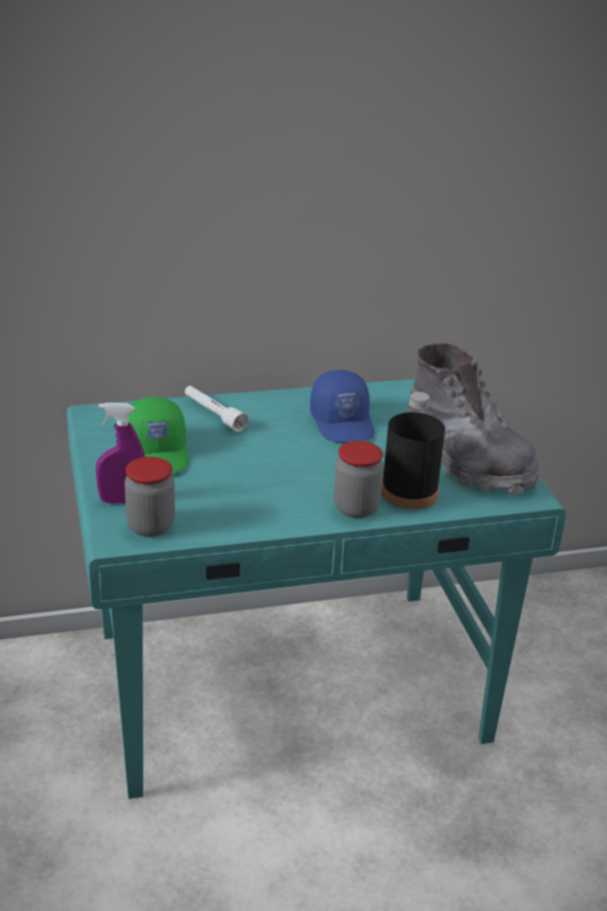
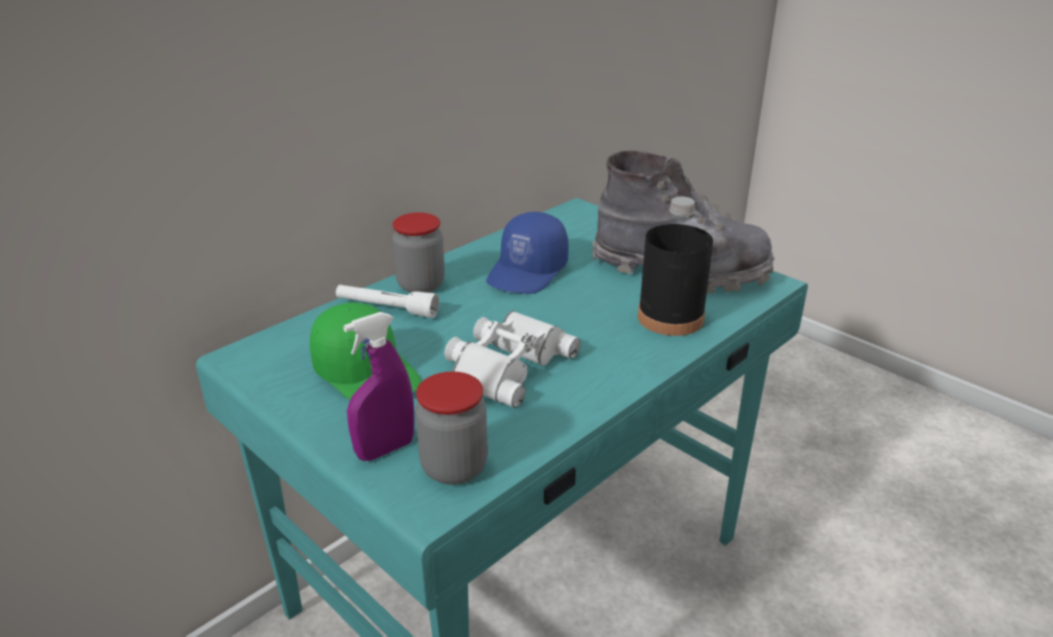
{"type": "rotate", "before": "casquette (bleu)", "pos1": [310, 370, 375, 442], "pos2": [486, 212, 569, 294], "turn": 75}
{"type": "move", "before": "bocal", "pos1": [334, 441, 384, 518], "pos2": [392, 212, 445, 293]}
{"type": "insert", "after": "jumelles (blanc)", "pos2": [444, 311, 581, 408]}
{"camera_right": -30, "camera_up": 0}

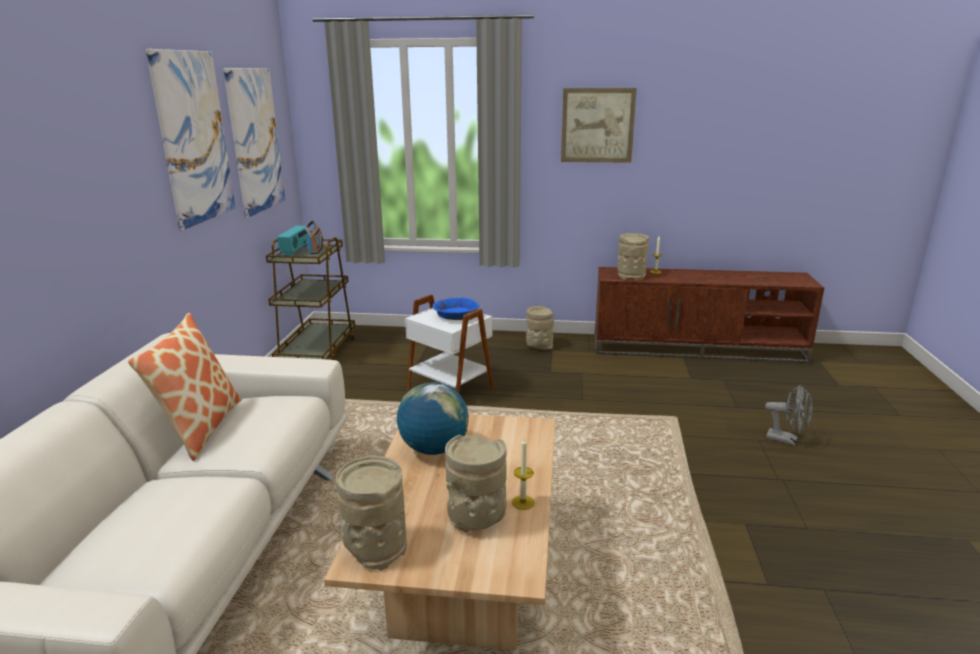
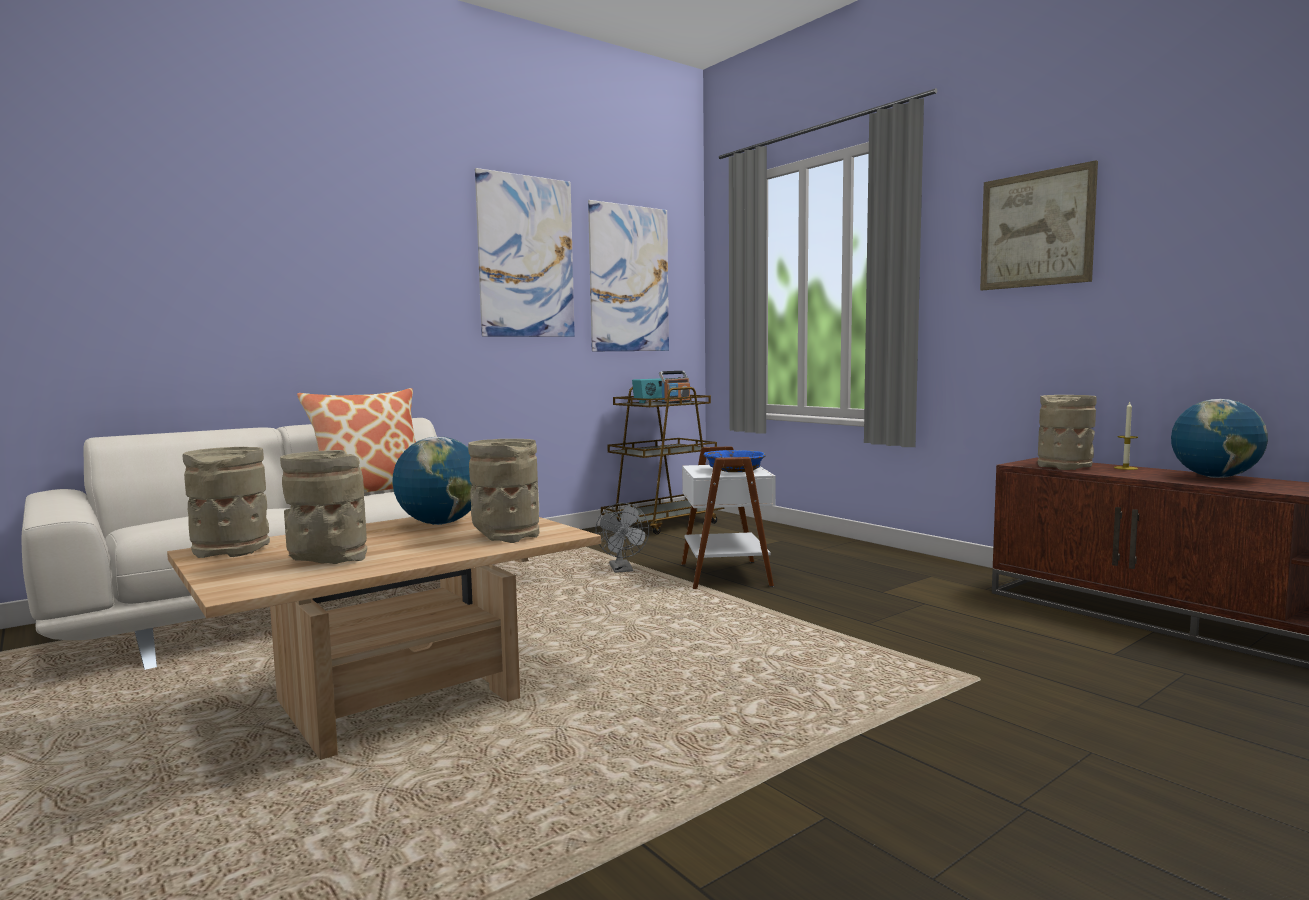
{"type": "move", "before": "vase (beige)", "pos1": [526, 306, 554, 350], "pos2": [468, 439, 539, 543]}
{"type": "move", "before": "ventilateur (gris)", "pos1": [765, 385, 813, 446], "pos2": [595, 503, 649, 573]}
{"type": "delete", "before": "bougie", "pos1": [512, 438, 535, 510]}
{"type": "insert", "after": "globe", "pos2": [1171, 399, 1268, 478]}
{"camera_right": 45, "camera_up": -15}

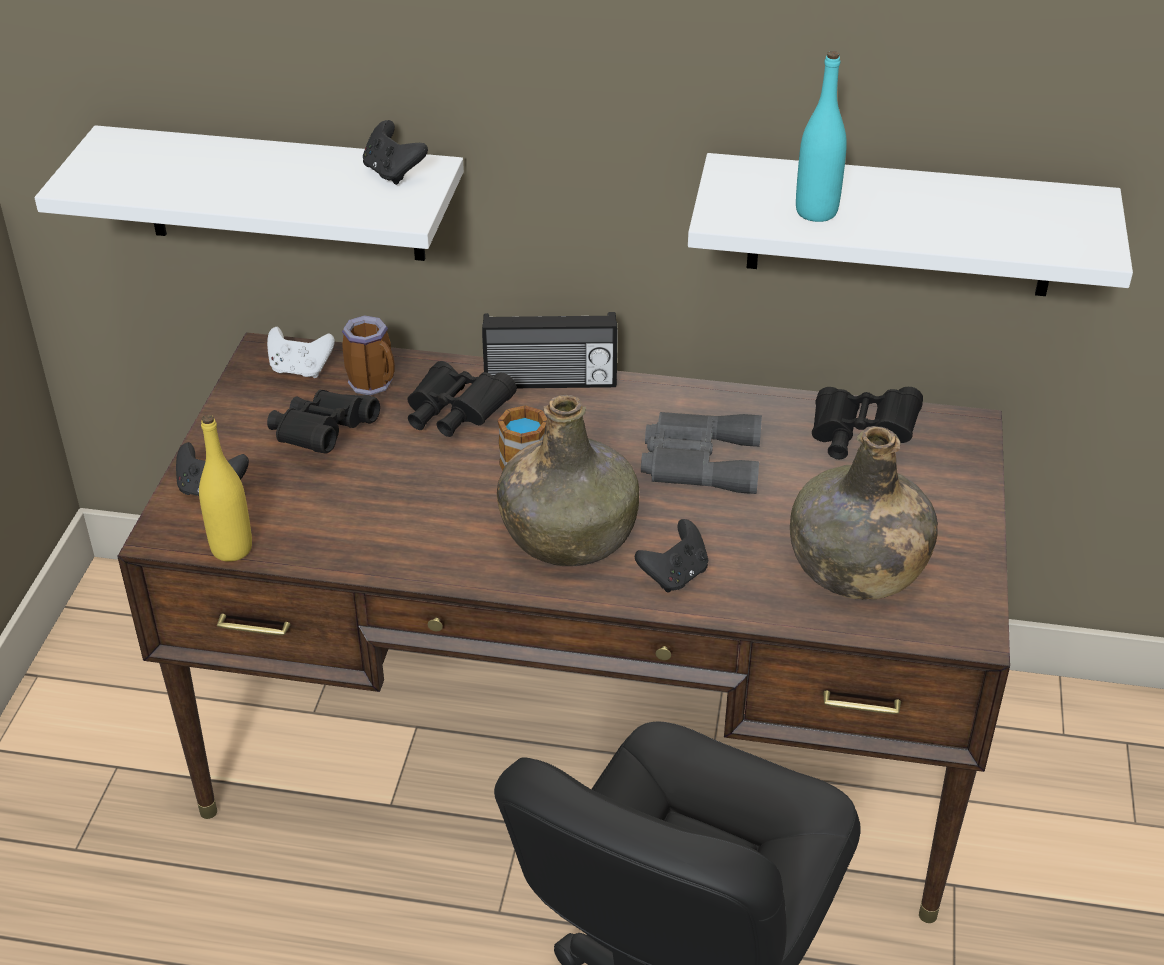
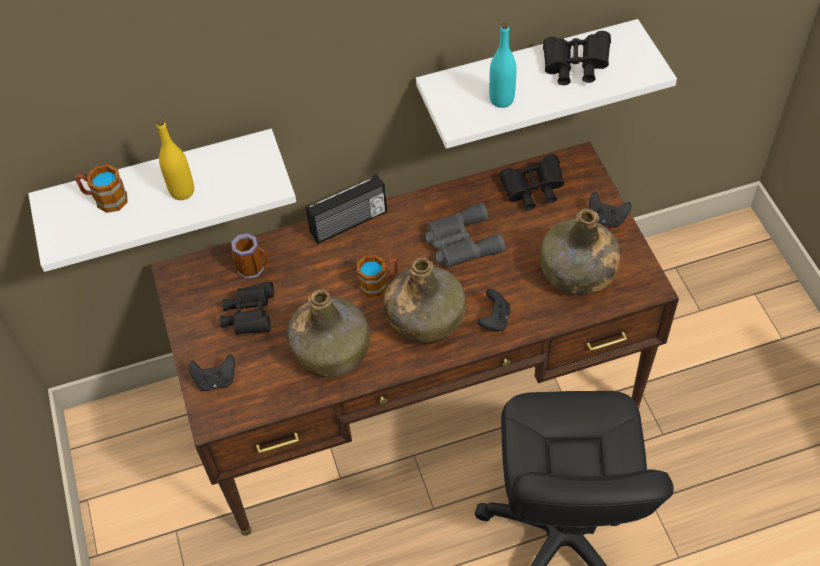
{"type": "move", "before": "manette (noir)", "pos1": [363, 120, 428, 185], "pos2": [589, 192, 632, 228]}
{"type": "delete", "before": "manette (blanc)", "pos1": [267, 327, 335, 378]}
{"type": "move", "before": "jumelles (noir)", "pos1": [407, 361, 517, 437], "pos2": [543, 31, 611, 85]}
{"type": "move", "before": "bouteille (jaune)", "pos1": [199, 415, 252, 562], "pos2": [157, 119, 194, 200]}
{"type": "insert", "after": "mug", "pos2": [75, 164, 128, 213]}
{"type": "insert", "after": "bouteille (vert)", "pos2": [286, 289, 370, 377]}
{"camera_right": -25, "camera_up": 15}

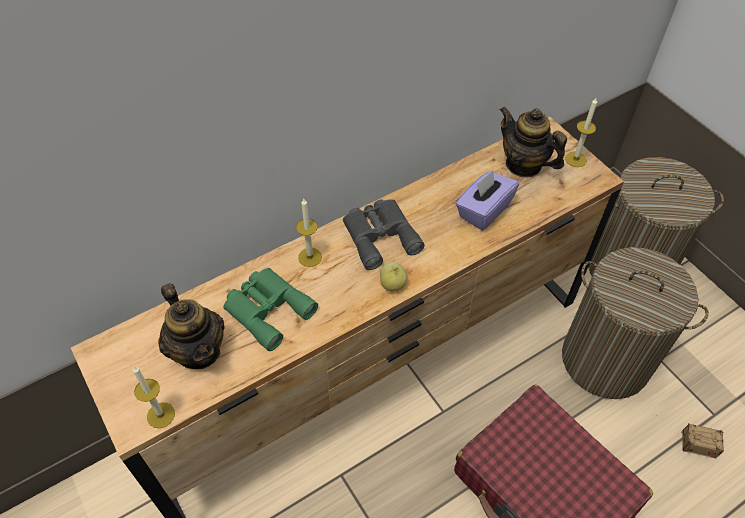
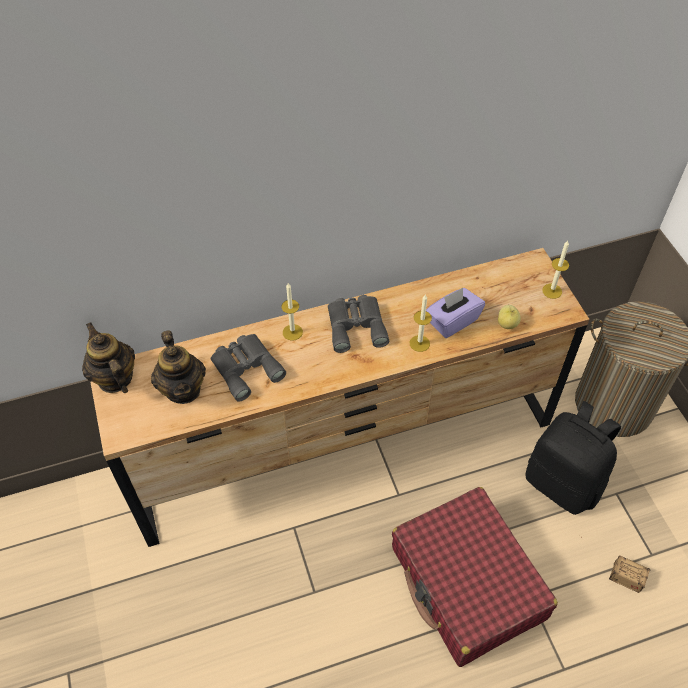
{"type": "move", "before": "théière", "pos1": [500, 106, 567, 178], "pos2": [82, 322, 135, 393]}
{"type": "replace", "before": "panier à linge", "after": "sac à dos (noir)", "pos1": [562, 247, 709, 399], "pos2": [526, 401, 621, 515]}
{"type": "move", "before": "pomme", "pos1": [380, 262, 407, 291], "pos2": [498, 305, 521, 329]}
{"type": "recolor", "before": "jumelles (vert)", "after": "jumelles (gris)", "pos1": [223, 268, 318, 351], "pos2": [211, 334, 286, 402]}
{"type": "move", "before": "bougie", "pos1": [133, 366, 175, 428], "pos2": [410, 294, 432, 352]}
{"camera_right": 15, "camera_up": 0}

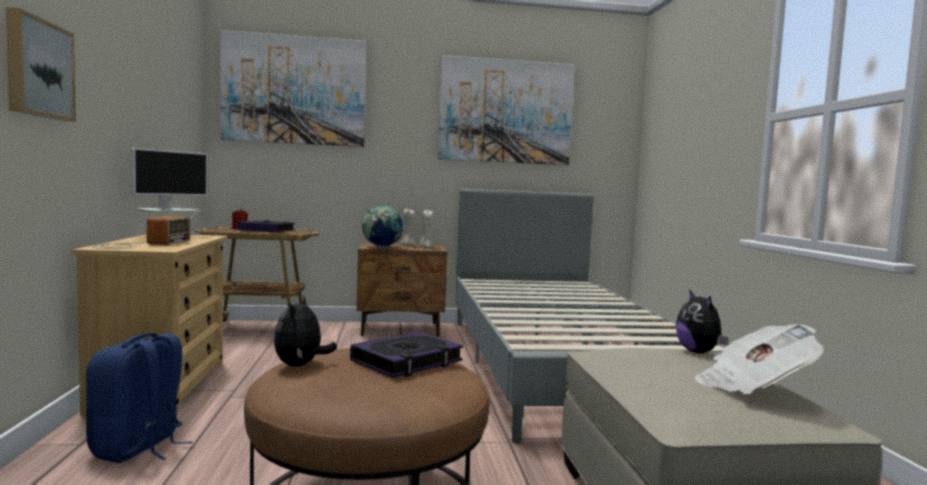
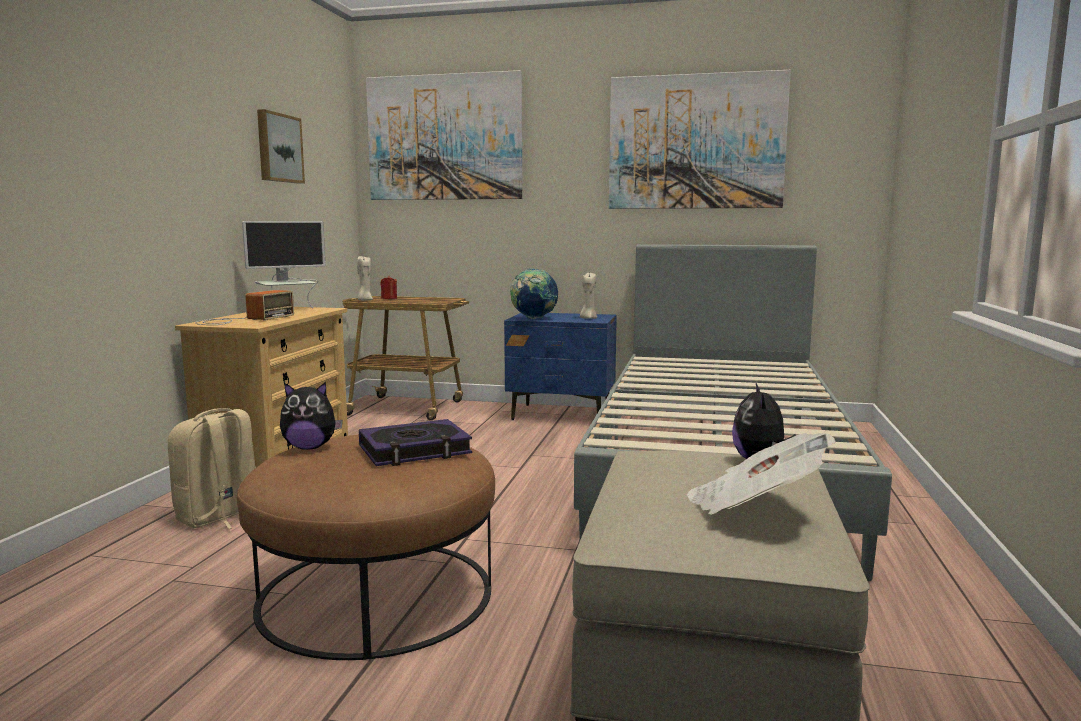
{"type": "move", "before": "tableau", "pos1": [6, 7, 76, 122], "pos2": [257, 109, 305, 184]}
{"type": "move", "before": "bougie (beige)", "pos1": [400, 209, 416, 246], "pos2": [357, 256, 373, 301]}
{"type": "delete", "before": "livre", "pos1": [237, 220, 295, 232]}
{"type": "recolor", "before": "table de chevet (marron)", "after": "table de chevet (bleu)", "pos1": [357, 243, 447, 337], "pos2": [504, 313, 617, 420]}
{"type": "rotate", "before": "peluche", "pos1": [274, 296, 337, 366], "pos2": [280, 382, 343, 450], "turn": -120}
{"type": "recolor", "before": "sac à dos (bleu)", "after": "sac à dos (beige)", "pos1": [86, 333, 193, 463], "pos2": [168, 408, 256, 529]}
{"camera_right": 20, "camera_up": 5}

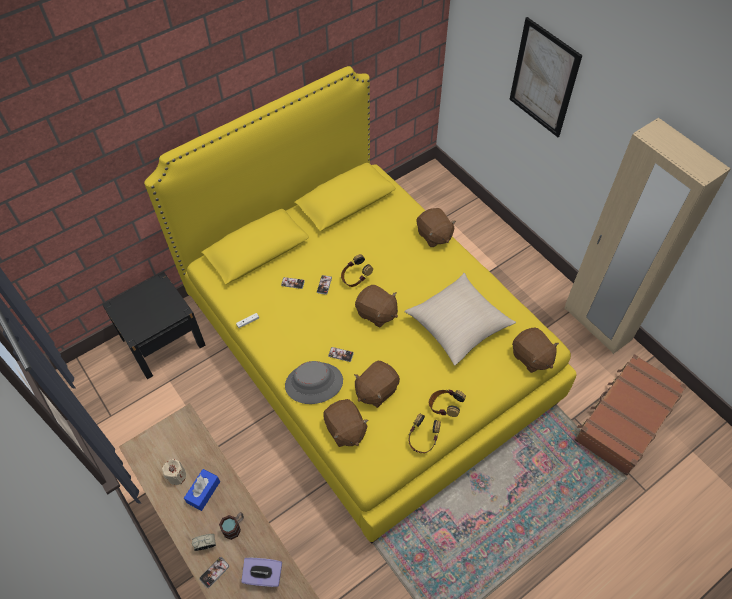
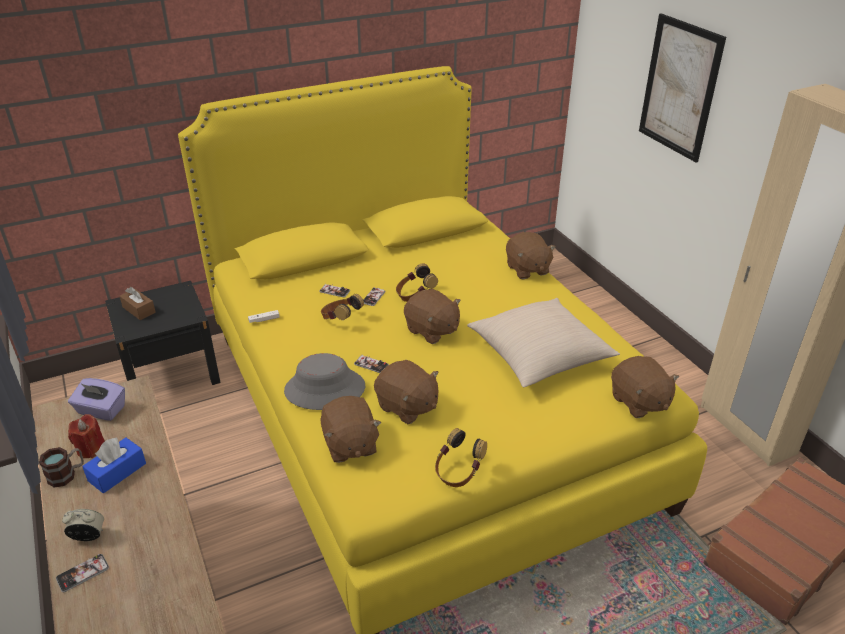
{"type": "rotate", "before": "peluche (marron)", "pos1": [354, 361, 400, 408], "pos2": [374, 360, 439, 424], "turn": -105}
{"type": "move", "before": "casque audio", "pos1": [429, 390, 466, 417], "pos2": [321, 294, 364, 320]}
{"type": "recolor", "before": "bougie (beige)", "after": "bougie (rouge)", "pos1": [162, 459, 186, 485], "pos2": [68, 414, 105, 458]}
{"type": "move", "before": "mug", "pos1": [219, 512, 244, 540], "pos2": [39, 447, 84, 488]}
{"type": "move", "before": "boîte à mouchoirs (violet)", "pos1": [241, 558, 282, 587], "pos2": [68, 378, 125, 421]}
{"type": "insert", "after": "boîte à mouchoirs (marron)", "pos2": [120, 287, 156, 320]}
{"camera_right": 10, "camera_up": -20}

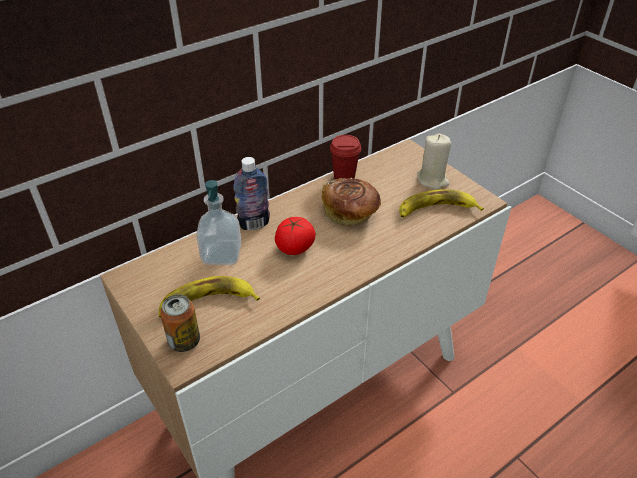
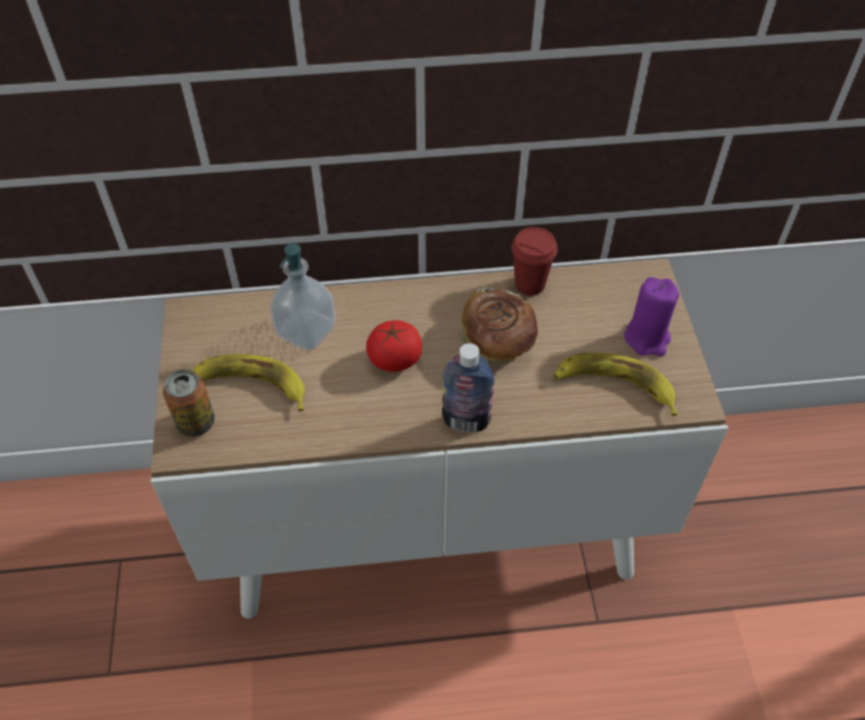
{"type": "recolor", "before": "bougie (beige)", "after": "bougie (violet)", "pos1": [417, 133, 451, 190], "pos2": [624, 277, 679, 356]}
{"type": "move", "before": "bouteille", "pos1": [233, 157, 270, 230], "pos2": [442, 343, 495, 433]}
{"camera_right": 30, "camera_up": 10}

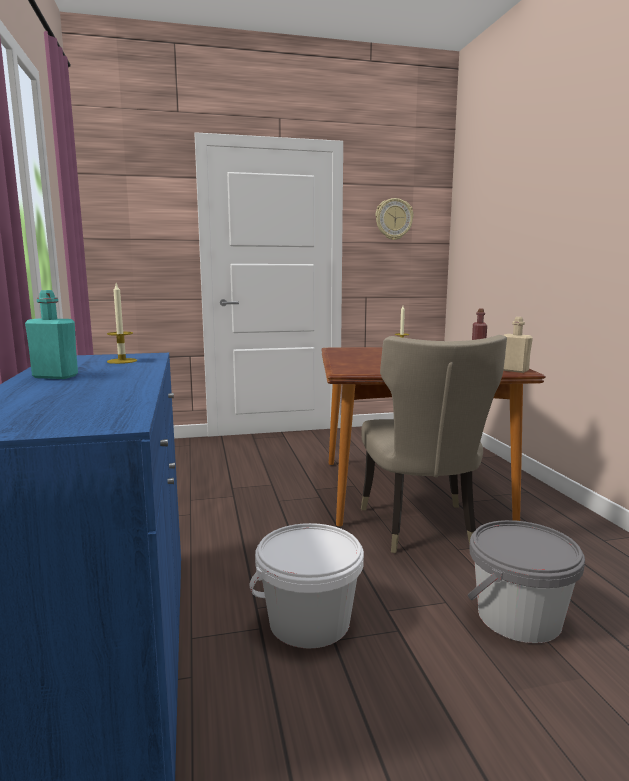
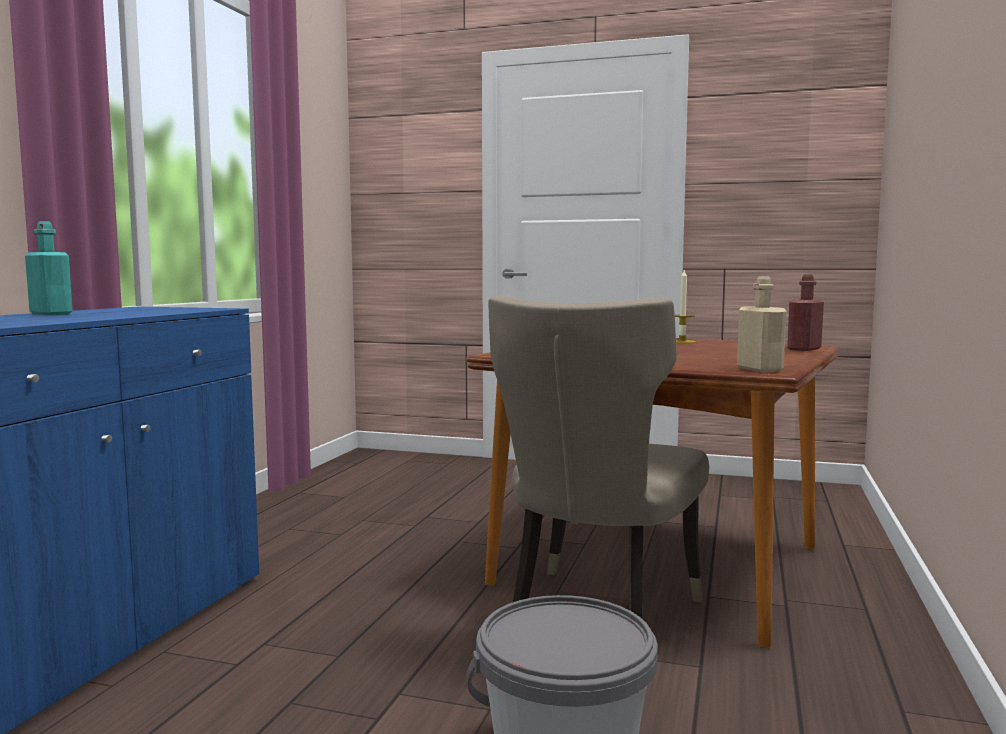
{"type": "delete", "before": "horloge murale", "pos1": [375, 198, 414, 240]}
{"type": "delete", "before": "bougie", "pos1": [107, 284, 137, 364]}
{"type": "delete", "before": "seau (blanc)", "pos1": [250, 523, 364, 649]}
{"camera_right": 30, "camera_up": -5}

